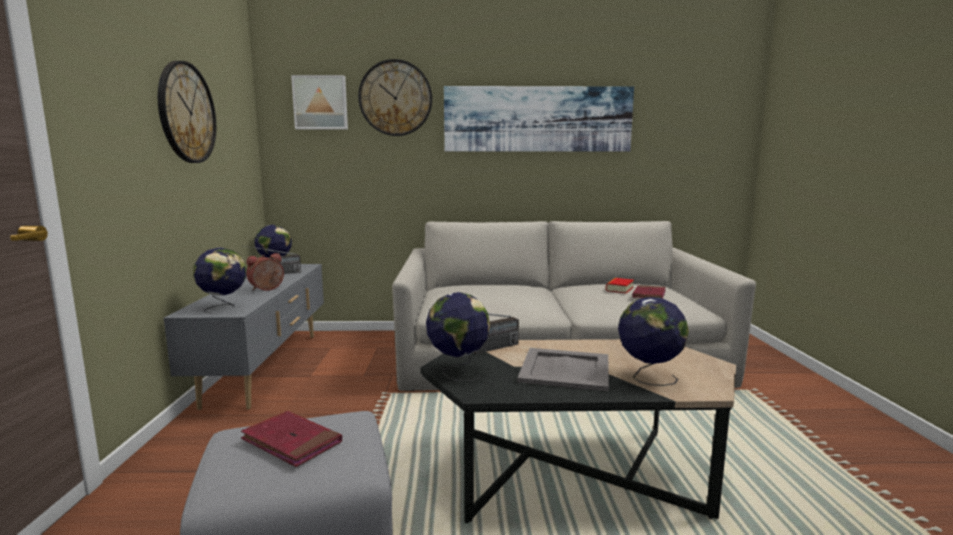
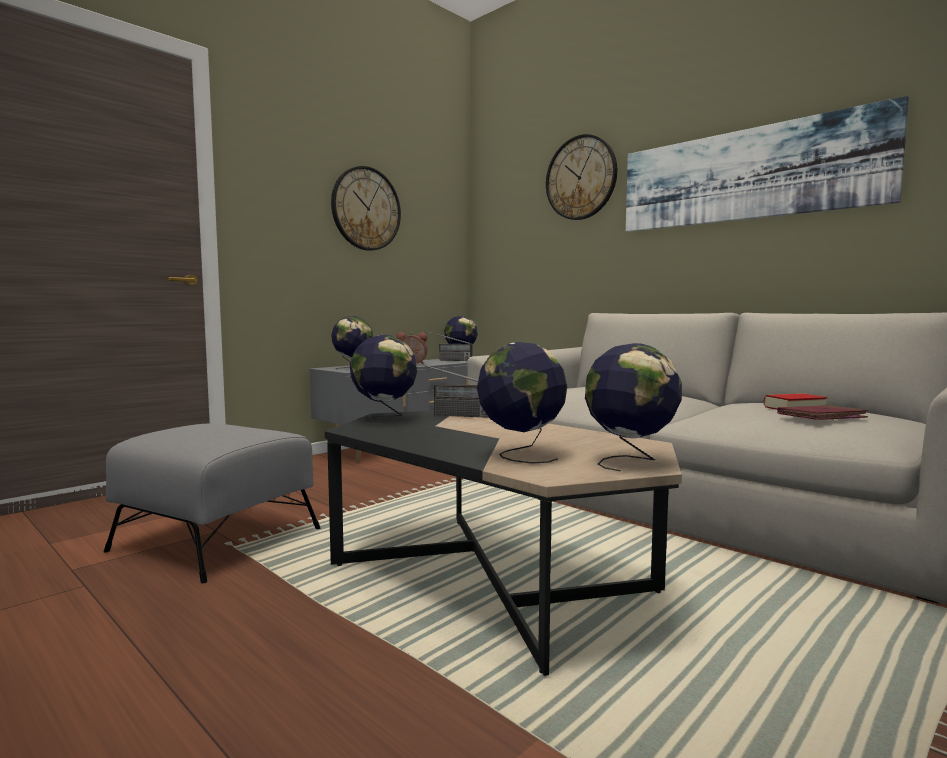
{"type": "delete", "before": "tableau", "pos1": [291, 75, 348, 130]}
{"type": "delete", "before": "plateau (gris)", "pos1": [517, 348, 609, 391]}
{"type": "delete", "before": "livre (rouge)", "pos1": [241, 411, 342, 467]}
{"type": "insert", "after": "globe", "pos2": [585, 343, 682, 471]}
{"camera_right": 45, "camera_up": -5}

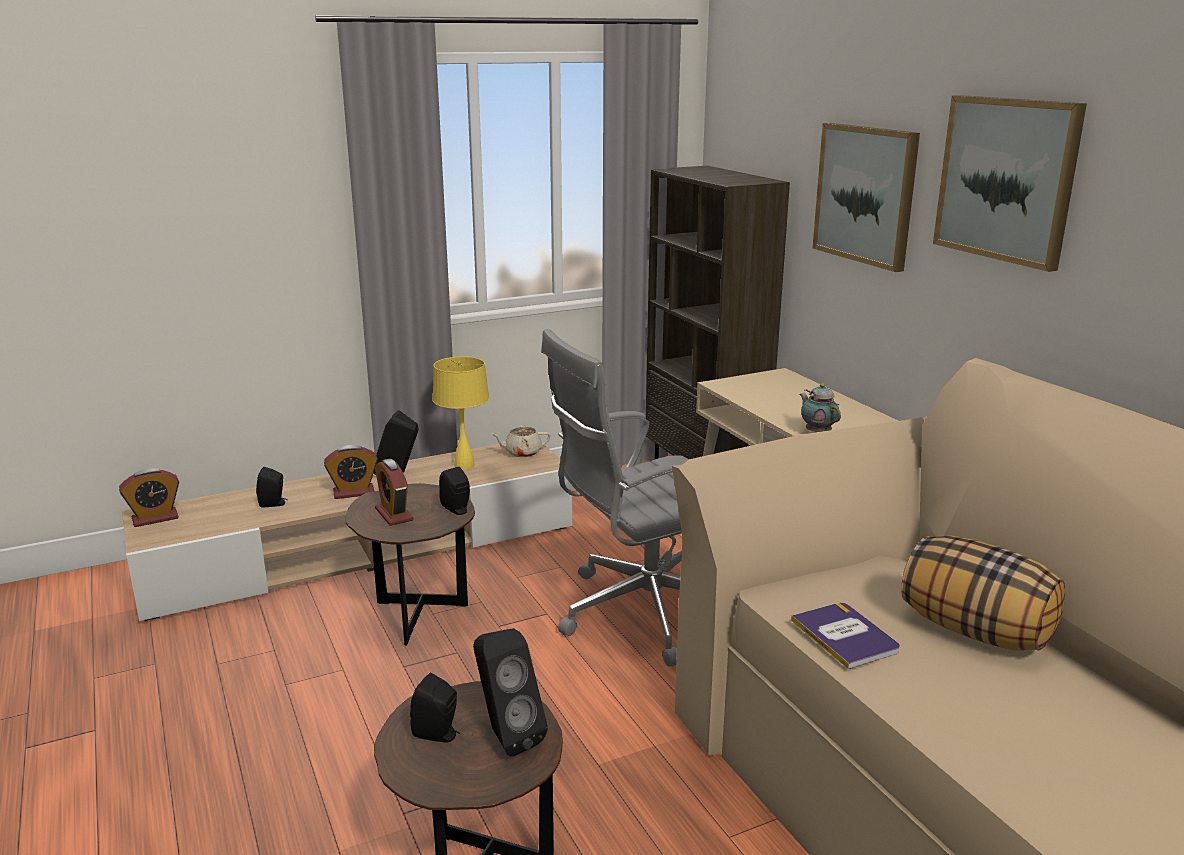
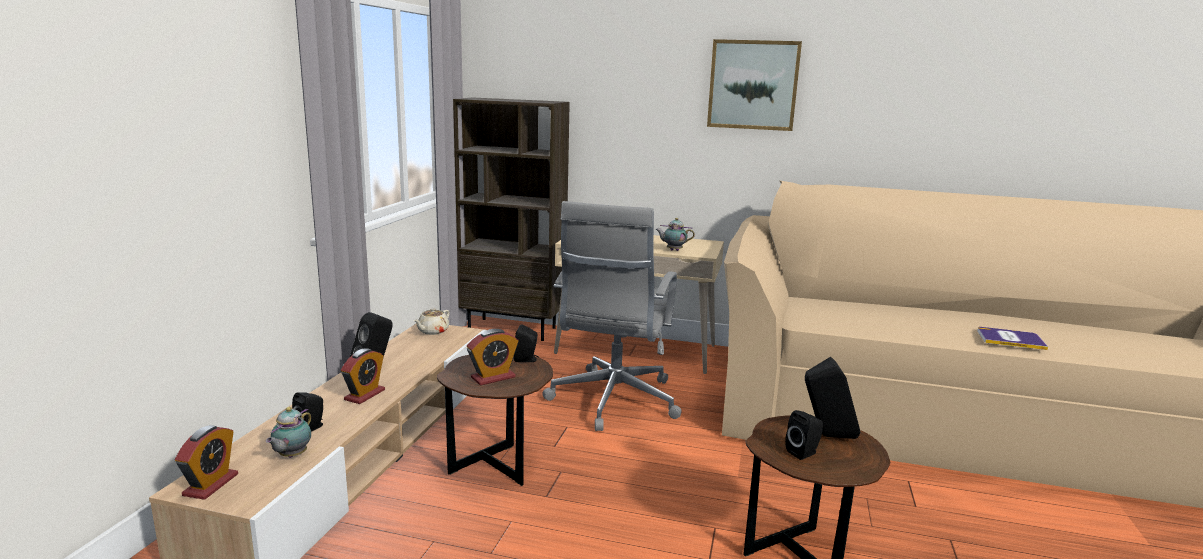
{"type": "delete", "before": "tableau", "pos1": [813, 123, 920, 272]}
{"type": "delete", "before": "lampe de table (jaune)", "pos1": [433, 356, 489, 470]}
{"type": "rotate", "before": "réveil", "pos1": [375, 459, 413, 526], "pos2": [467, 329, 518, 386], "turn": -45}
{"type": "delete", "before": "coussin", "pos1": [901, 536, 1065, 651]}
{"type": "move", "before": "livre", "pos1": [791, 603, 900, 669], "pos2": [977, 327, 1048, 350]}
{"type": "insert", "after": "théière", "pos2": [266, 407, 311, 458]}
{"camera_right": -50, "camera_up": -5}

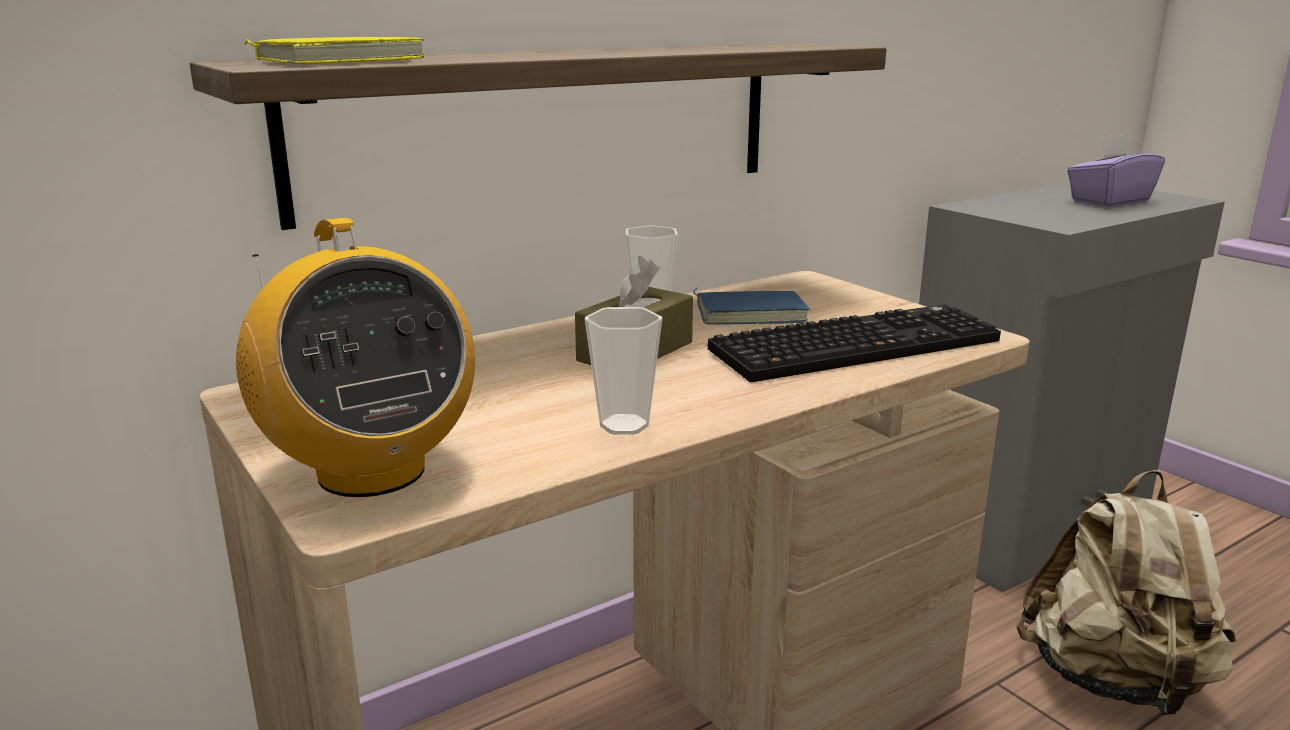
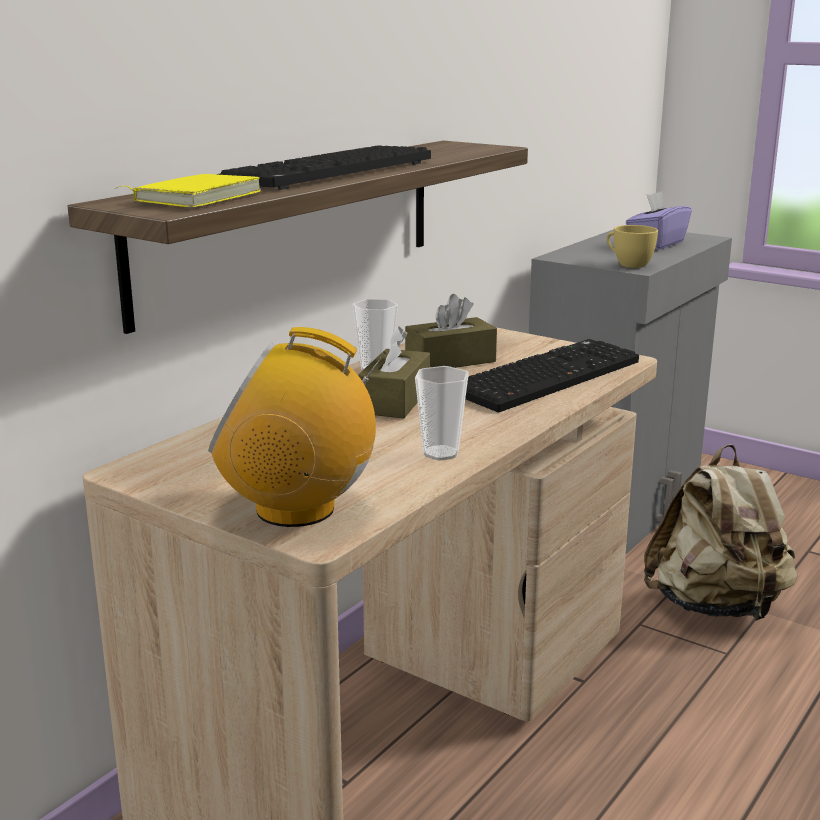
{"type": "rotate", "before": "radio", "pos1": [236, 218, 475, 497], "pos2": [208, 327, 387, 527], "turn": 150}
{"type": "replace", "before": "livre (bleu)", "after": "boîte à mouchoirs (marron)", "pos1": [693, 288, 810, 325], "pos2": [405, 294, 497, 368]}
{"type": "insert", "after": "clavier", "pos2": [217, 145, 431, 190]}
{"type": "insert", "after": "tasse (jaune)", "pos2": [607, 225, 658, 268]}
{"camera_right": -20, "camera_up": 0}

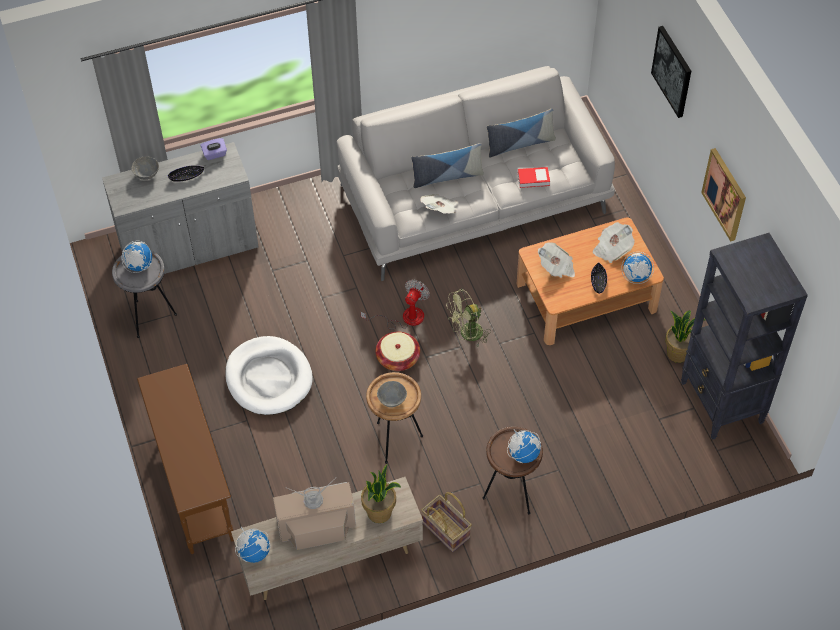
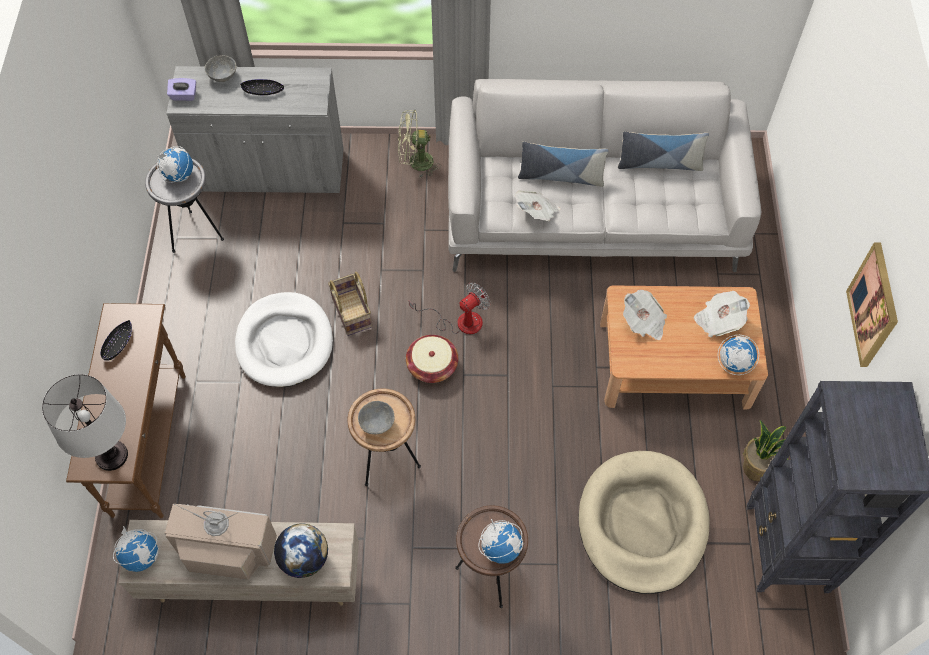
{"type": "delete", "before": "tableau", "pos1": [651, 26, 691, 118]}
{"type": "move", "before": "boîte à mouchoirs (violet)", "pos1": [201, 138, 227, 160], "pos2": [167, 78, 196, 101]}
{"type": "delete", "before": "livre", "pos1": [518, 167, 550, 188]}
{"type": "move", "before": "bol (noir)", "pos1": [591, 262, 607, 294], "pos2": [100, 320, 132, 361]}
{"type": "move", "before": "ventilateur (vert)", "pos1": [446, 289, 491, 348], "pos2": [398, 110, 441, 178]}
{"type": "replace", "before": "plante en pot", "after": "globe", "pos1": [361, 465, 401, 523], "pos2": [274, 524, 328, 578]}
{"type": "move", "before": "panier", "pos1": [421, 492, 472, 552], "pos2": [328, 272, 372, 336]}
{"type": "insert", "after": "lampe de table", "pos2": [42, 374, 128, 471]}
{"type": "insert", "after": "panier pour chien (beige)", "pos2": [579, 451, 710, 594]}
{"camera_right": 20, "camera_up": 5}

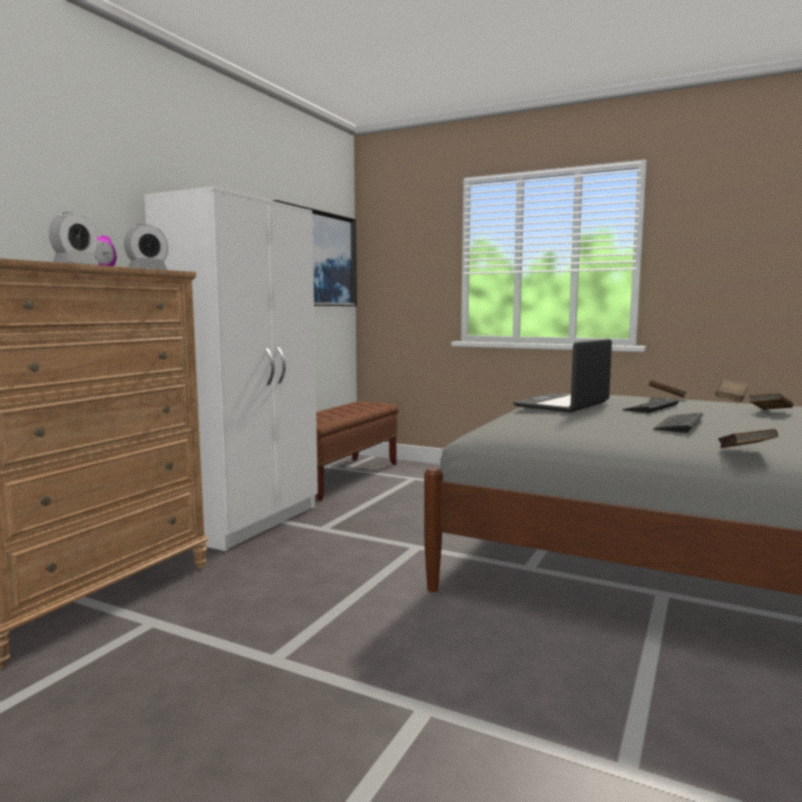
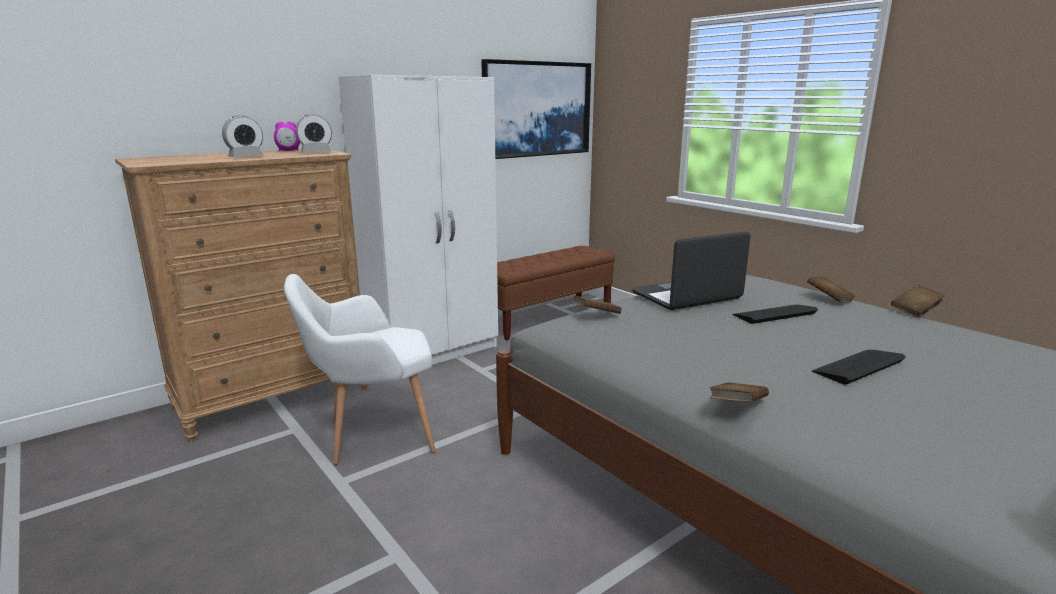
{"type": "move", "before": "livre (marron)", "pos1": [749, 394, 793, 409], "pos2": [572, 295, 622, 314]}
{"type": "move", "before": "clavier", "pos1": [653, 412, 704, 433], "pos2": [812, 350, 906, 385]}
{"type": "insert", "after": "fauteuil (blanc)", "pos2": [284, 274, 436, 465]}
{"camera_right": 25, "camera_up": 10}

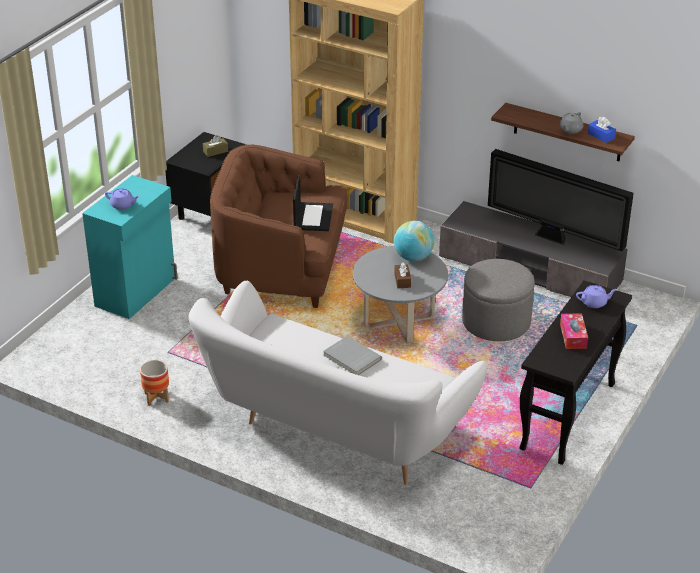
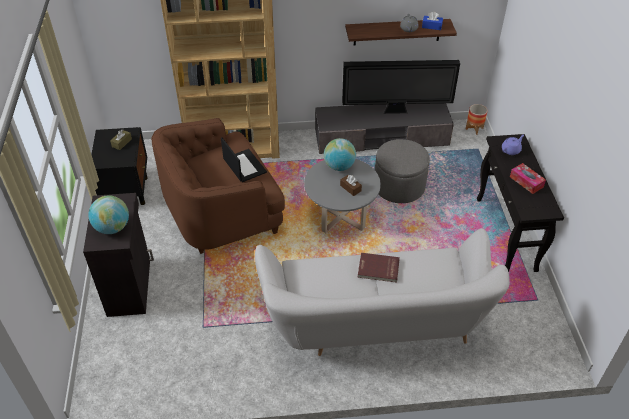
{"type": "recolor", "before": "meuble de rangement (turquoise)", "after": "meuble de rangement (noir)", "pos1": [82, 175, 178, 319], "pos2": [83, 193, 154, 317]}
{"type": "replace", "before": "théière (violet)", "after": "globe", "pos1": [105, 189, 140, 210], "pos2": [88, 195, 129, 234]}
{"type": "recolor", "before": "livre (gris)", "after": "livre (rouge)", "pos1": [323, 336, 382, 375], "pos2": [358, 253, 400, 283]}
{"type": "move", "before": "cache-pot", "pos1": [140, 360, 169, 406], "pos2": [466, 104, 487, 135]}
{"camera_right": -35, "camera_up": 10}

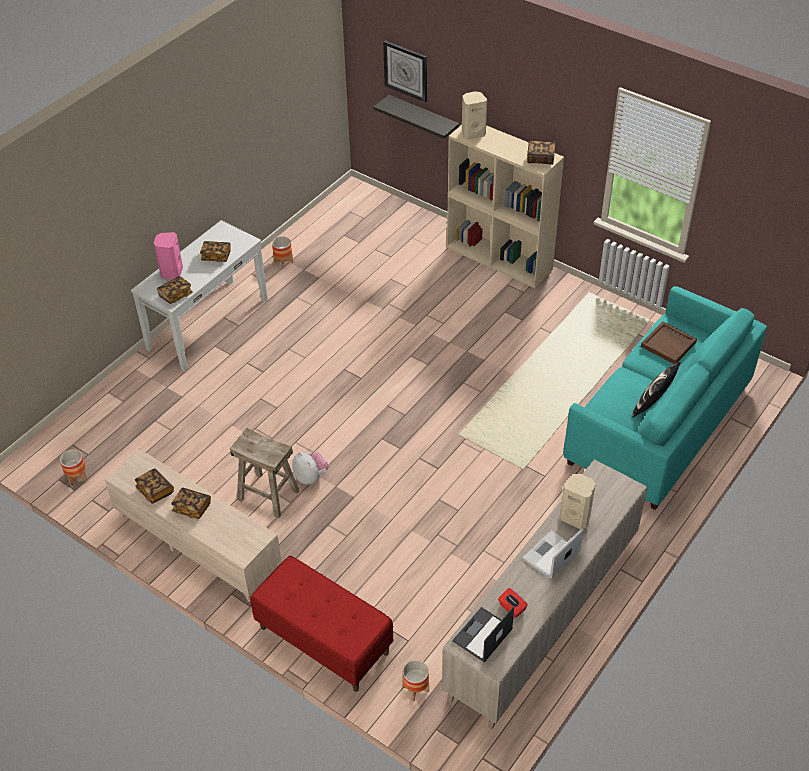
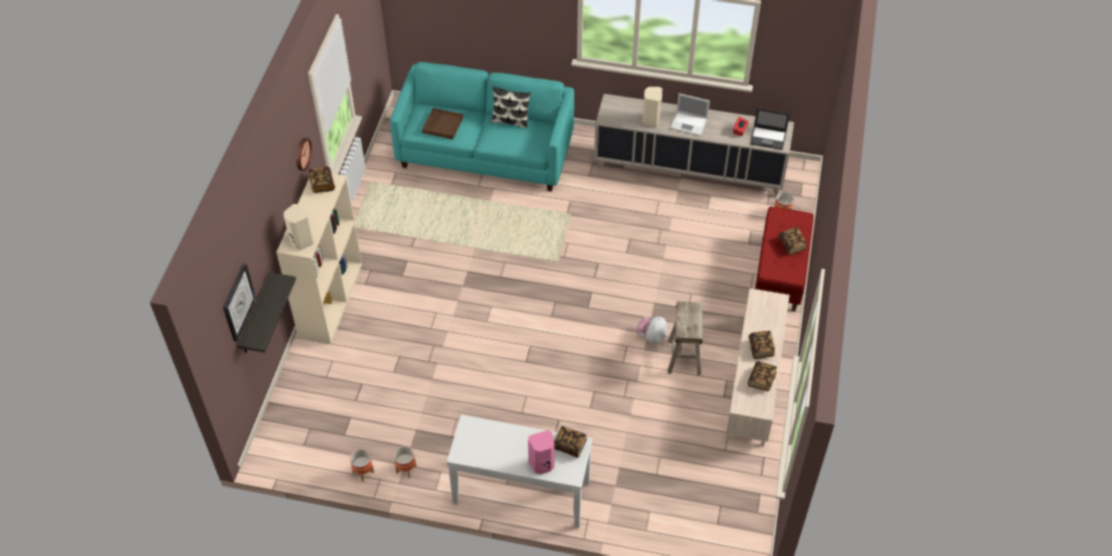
{"type": "move", "before": "livre", "pos1": [200, 241, 231, 262], "pos2": [778, 227, 807, 255]}
{"type": "move", "before": "cache-pot", "pos1": [60, 450, 88, 486], "pos2": [350, 449, 374, 482]}
{"type": "insert", "after": "horloge murale", "pos2": [297, 138, 312, 171]}
{"camera_right": -115, "camera_up": 5}

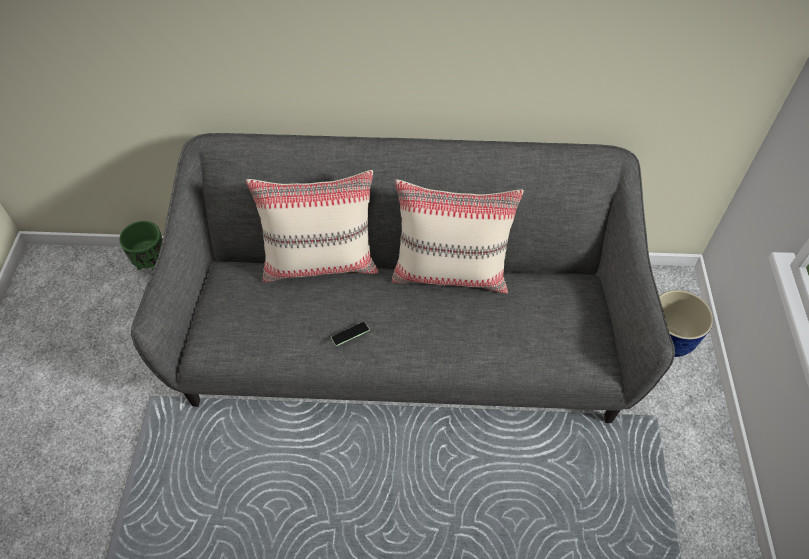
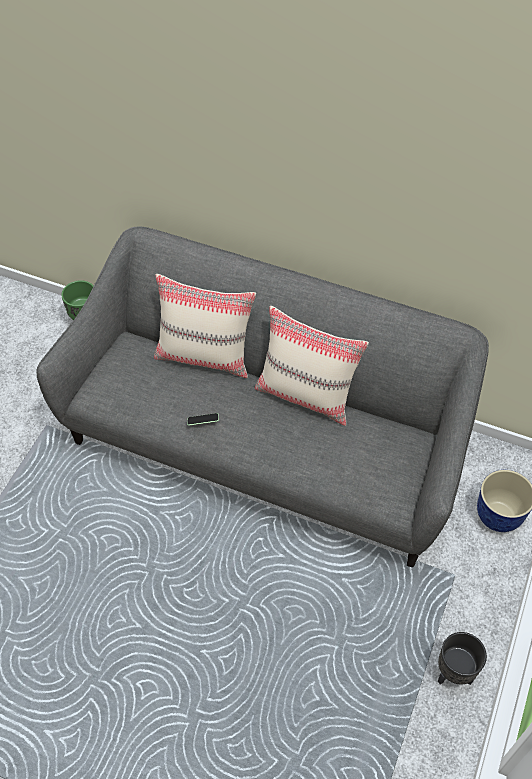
{"type": "insert", "after": "cache-pot (noir)", "pos2": [438, 632, 487, 685]}
{"camera_right": 20, "camera_up": 0}

